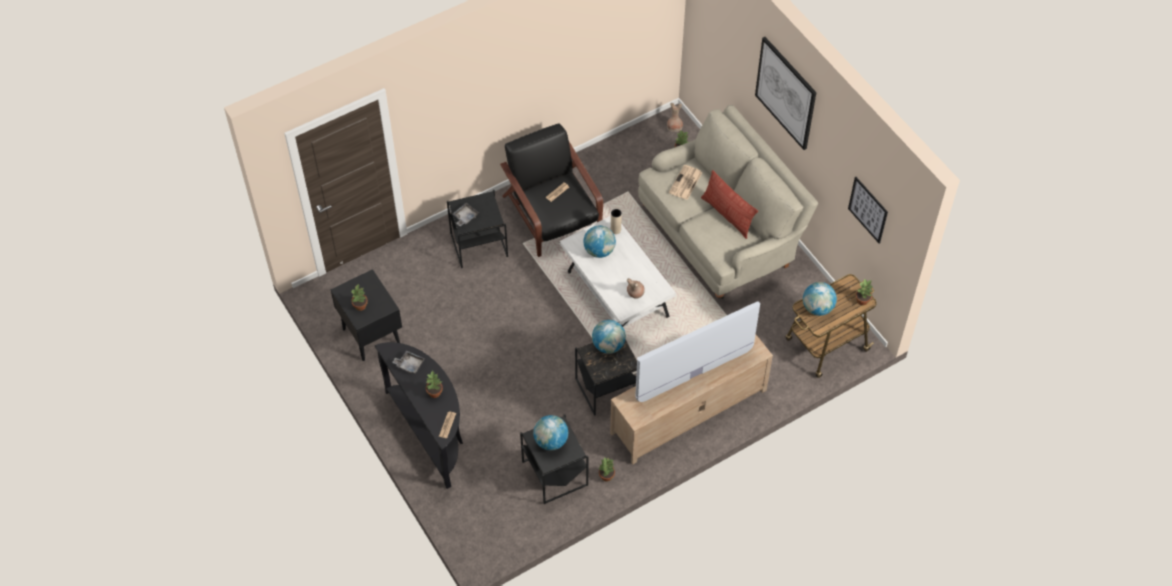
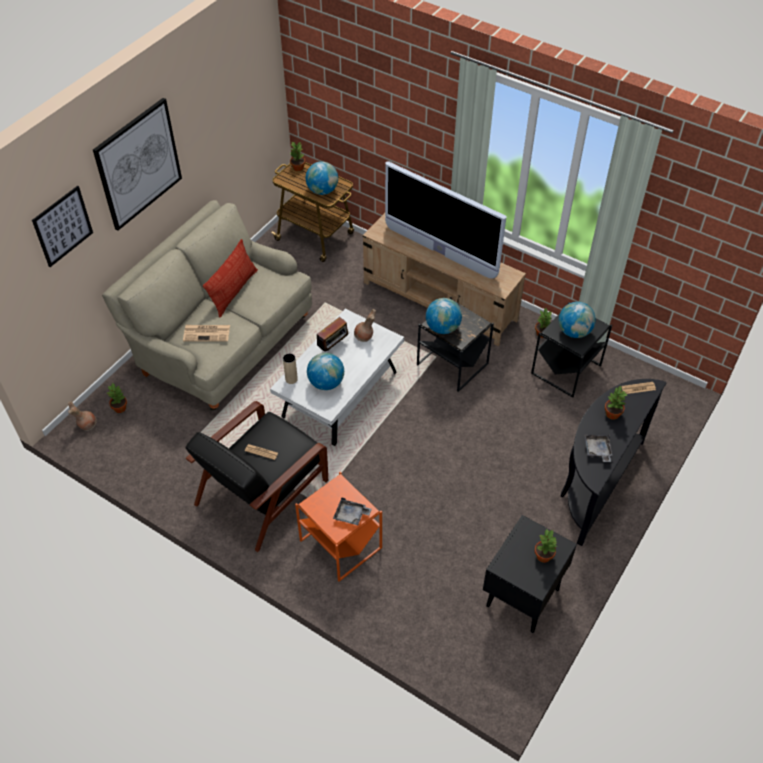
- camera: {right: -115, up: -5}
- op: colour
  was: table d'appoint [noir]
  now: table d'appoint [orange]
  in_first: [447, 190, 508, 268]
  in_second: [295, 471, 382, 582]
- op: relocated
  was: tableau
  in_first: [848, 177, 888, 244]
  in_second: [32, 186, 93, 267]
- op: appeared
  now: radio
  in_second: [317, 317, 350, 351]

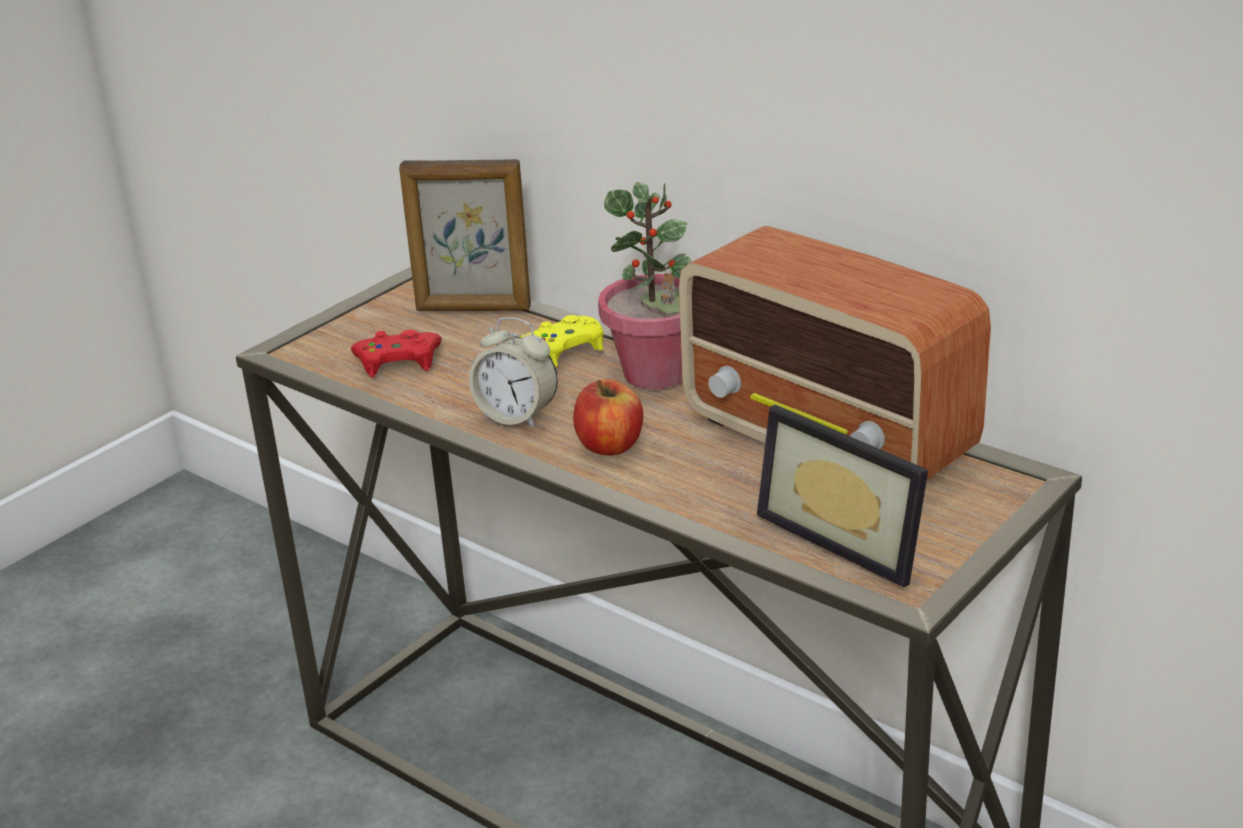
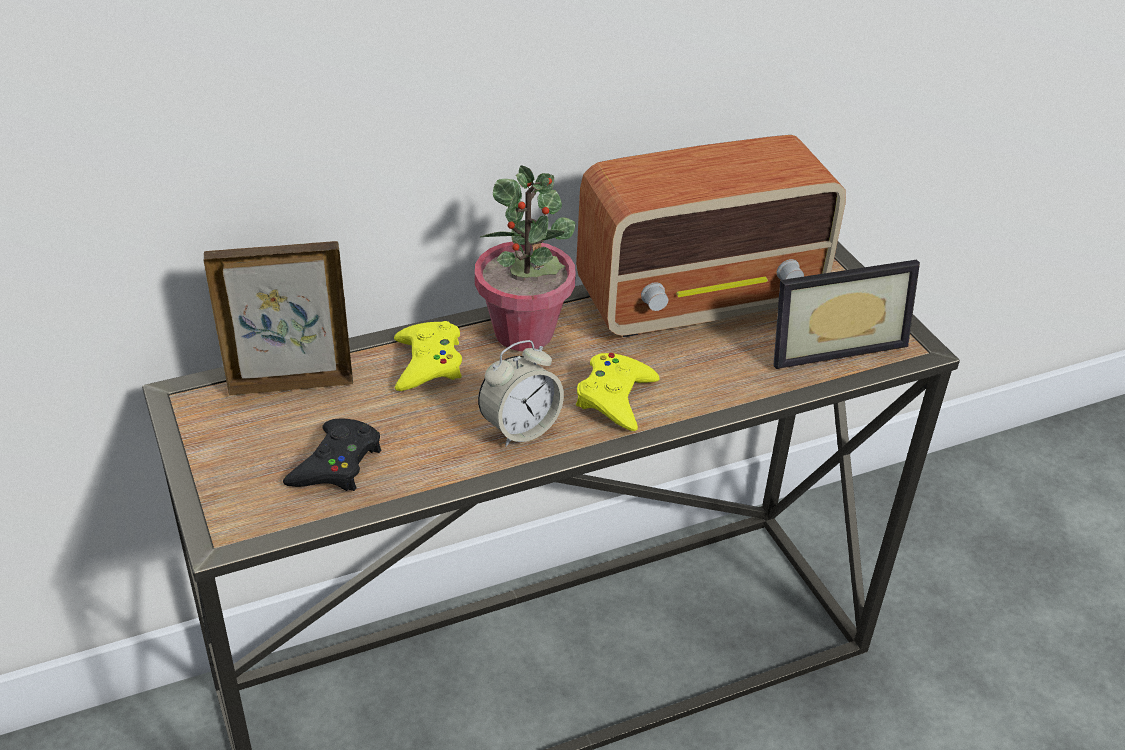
- camera: {right: -65, up: 10}
- op: colour
  was: manette [rouge]
  now: manette [noir]
  in_first: [351, 330, 441, 377]
  in_second: [283, 418, 381, 491]
- op: spun
  was: cadre photo
  in_first: [399, 159, 531, 311]
  in_second: [204, 241, 353, 396]
  clockwise: -135
- op: exchanged
  was: pomme
  now: manette [jaune]
  in_first: [573, 379, 643, 455]
  in_second: [576, 353, 660, 431]

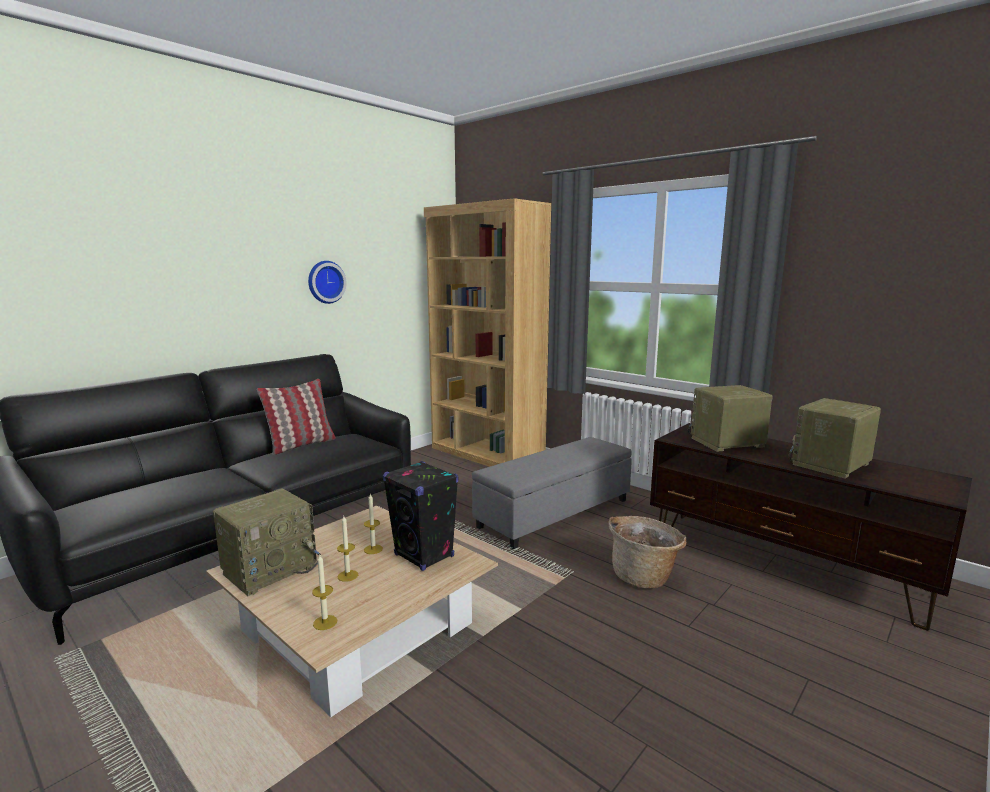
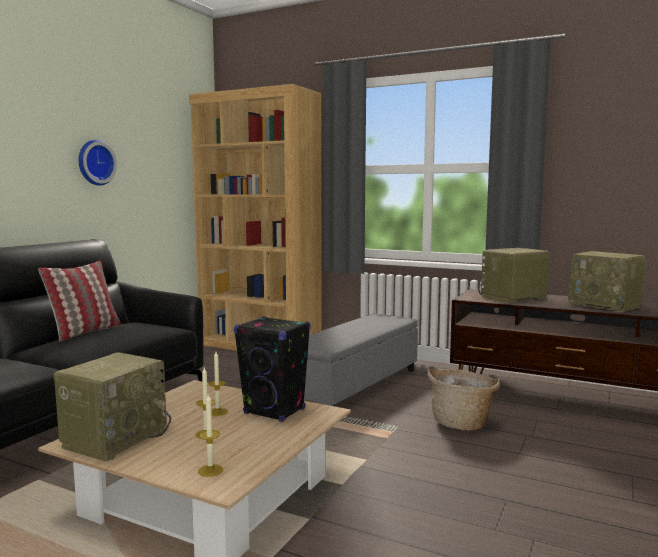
- camera: {right: -15, up: -5}
- op: spun
  was: radio
  in_first: [789, 398, 881, 479]
  in_second: [568, 251, 645, 313]
  clockwise: -75

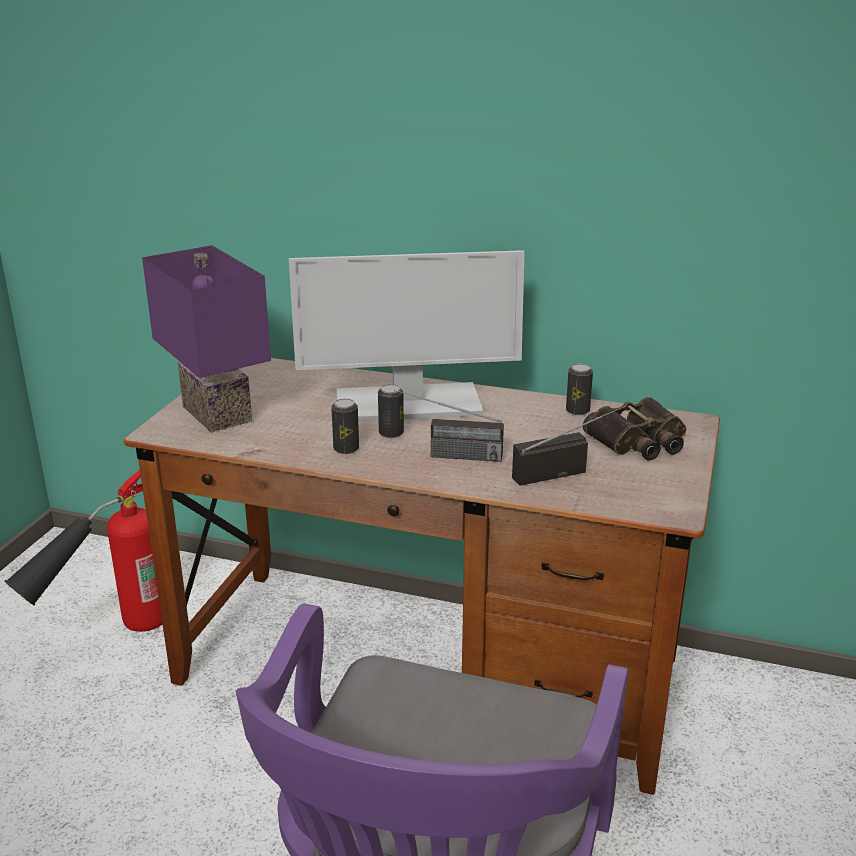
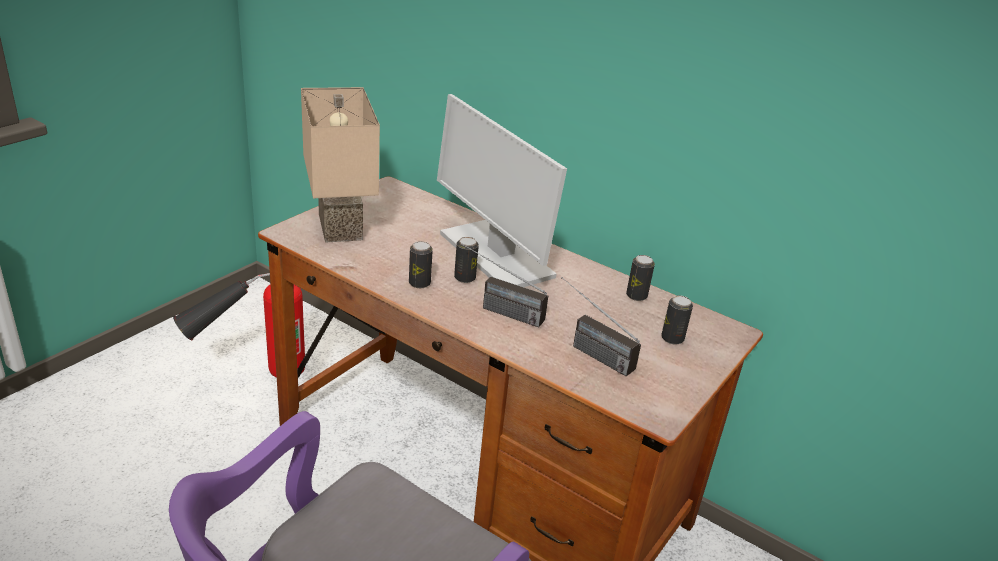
- camera: {right: 15, up: 5}
- op: colour
  was: lampe de table [violet]
  now: lampe de table [beige]
  in_first: [142, 245, 271, 433]
  in_second: [301, 87, 380, 243]
- op: spun
  was: écran d'ordinateur
  in_first: [289, 250, 525, 422]
  in_second: [437, 94, 567, 287]
  clockwise: 45
- op: spun
  was: radio
  in_first: [512, 406, 625, 486]
  in_second: [561, 277, 641, 376]
  clockwise: -135
- op: exchanged
  was: jumelles
  now: boîte métallique
  in_first: [583, 397, 686, 461]
  in_second: [661, 295, 693, 345]

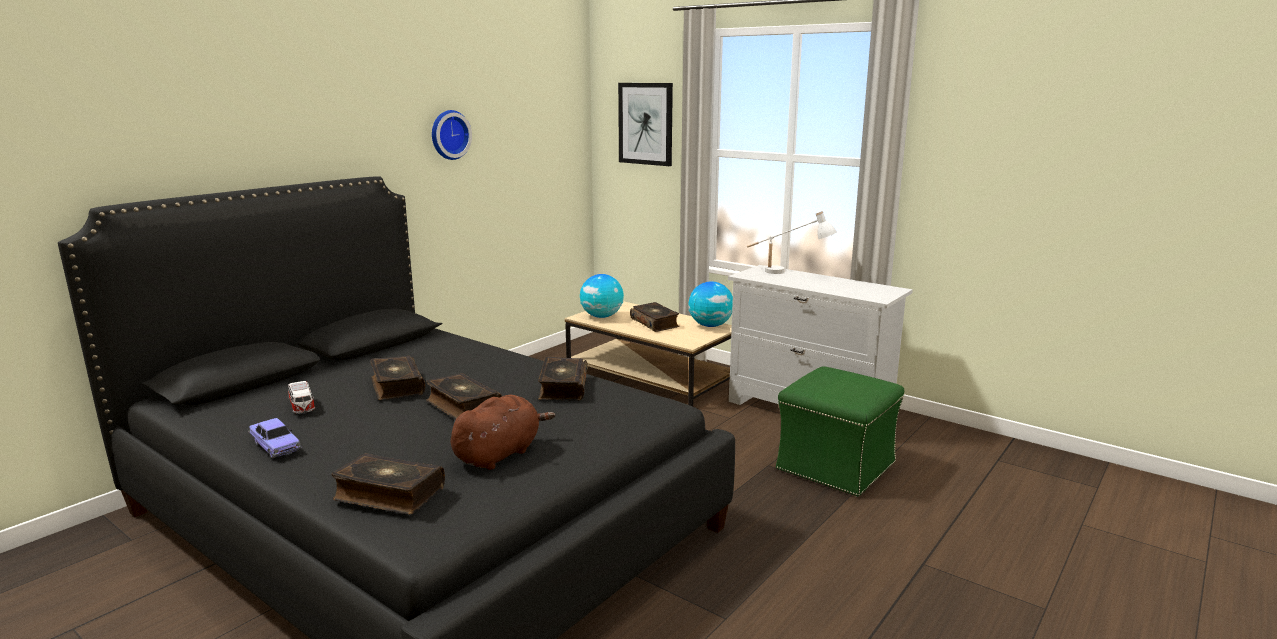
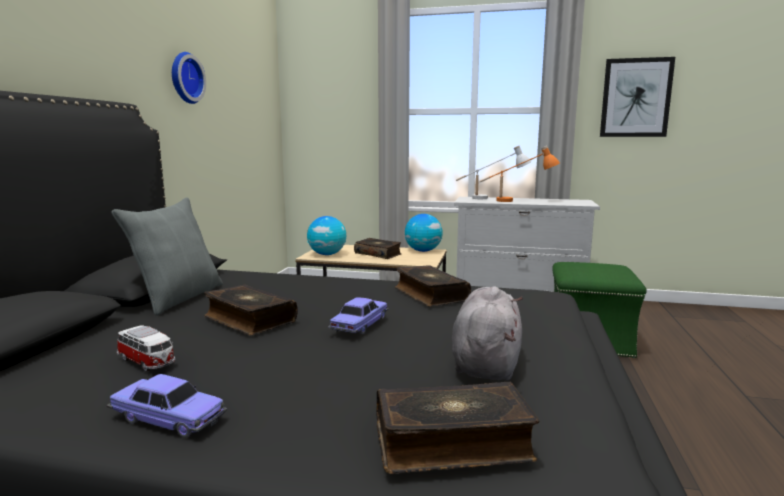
- camera: {right: -25, up: -5}
- op: exchanged
  was: livre
  now: petite voiture
  in_first: [426, 373, 502, 419]
  in_second: [328, 297, 388, 334]
- op: colour
  was: peluche [marron]
  now: peluche [gris]
  in_first: [451, 395, 556, 470]
  in_second: [452, 286, 523, 381]
- op: relocated
  was: tableau
  in_first: [618, 83, 673, 166]
  in_second: [600, 57, 675, 137]
- op: appeared
  now: coussin [gris]
  in_second: [111, 197, 223, 316]
- op: appeared
  now: lampe de table [orange]
  in_second: [479, 146, 560, 202]

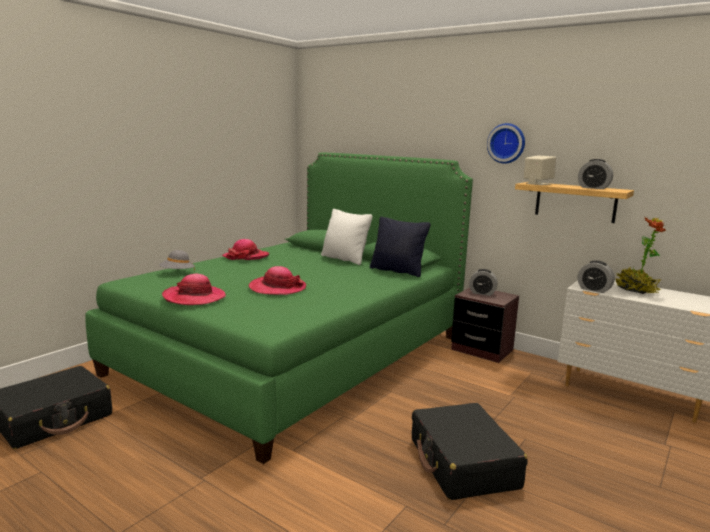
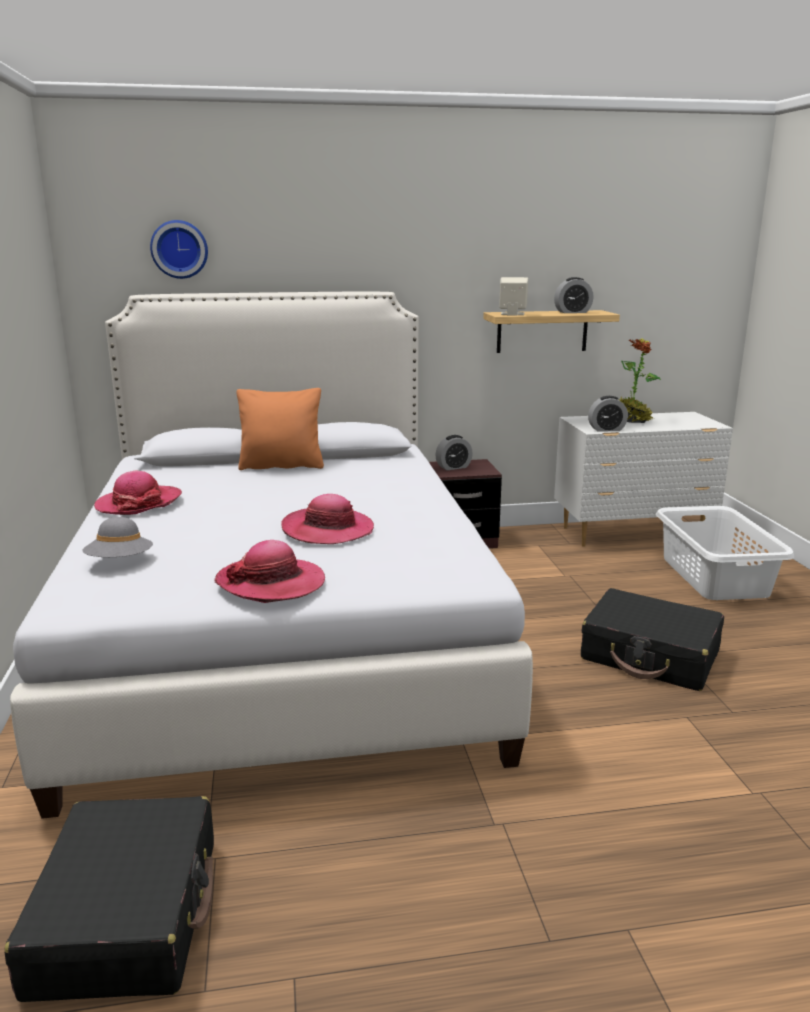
- camera: {right: -45, up: 5}
- op: colour
  was: lit [vert]
  now: lit [blanc]
  in_first: [85, 153, 473, 464]
  in_second: [10, 292, 533, 819]
- op: colour
  was: coussin [blanc]
  now: coussin [orange]
  in_first: [321, 209, 372, 265]
  in_second: [237, 388, 324, 470]
- op: missing
  was: coussin [noir]
  in_first: [370, 217, 431, 277]
- op: relocated
  was: horloge murale
  in_first: [487, 123, 525, 164]
  in_second: [150, 220, 208, 279]
- op: appeared
  now: panier à linge [blanc]
  in_second: [656, 506, 794, 600]

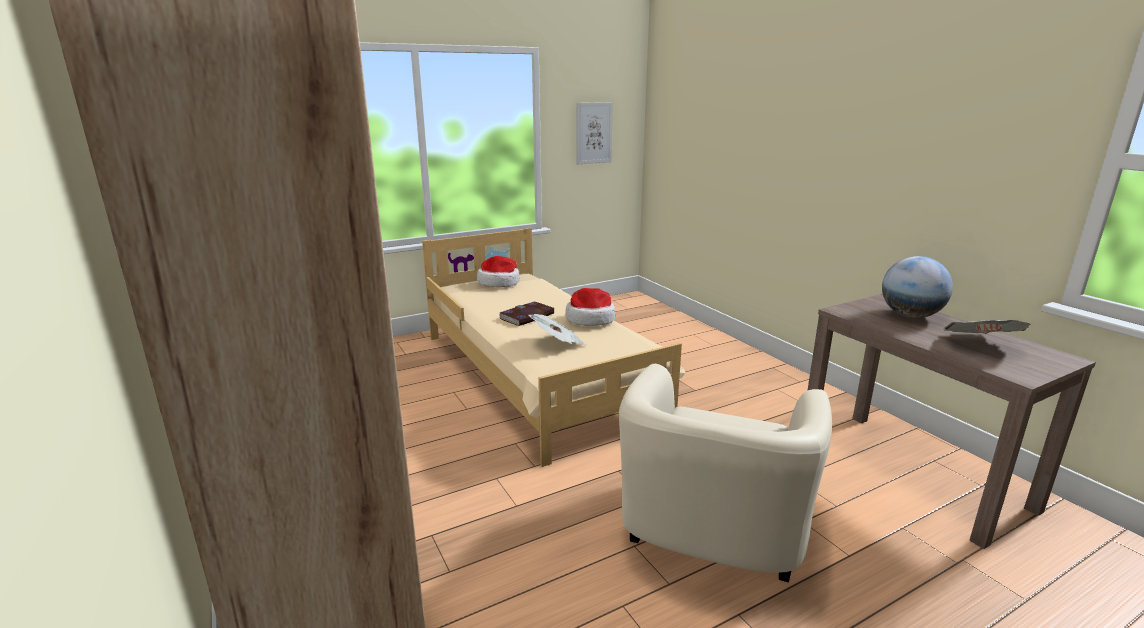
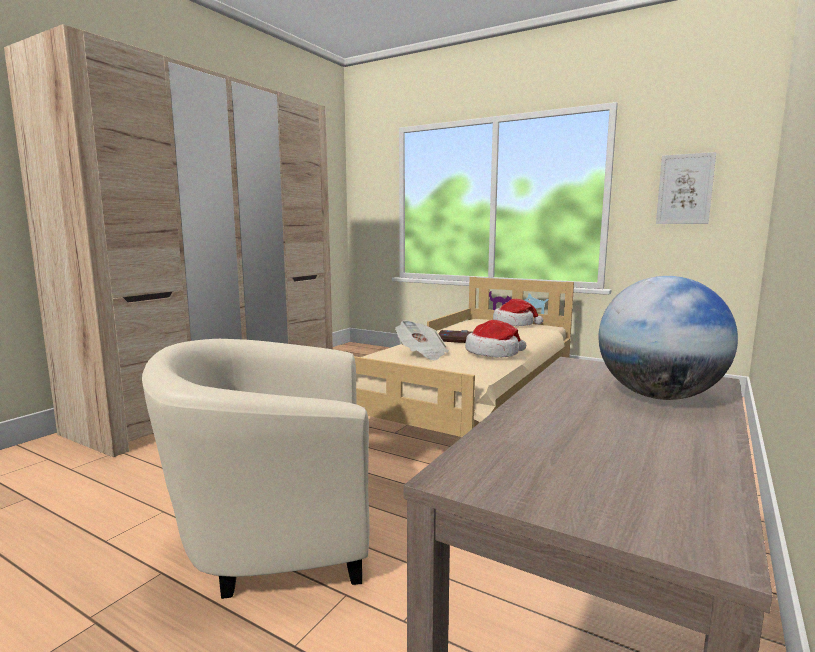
- camera: {right: 60, up: -10}
- op: missing
  was: journal
  in_first: [944, 320, 1031, 334]

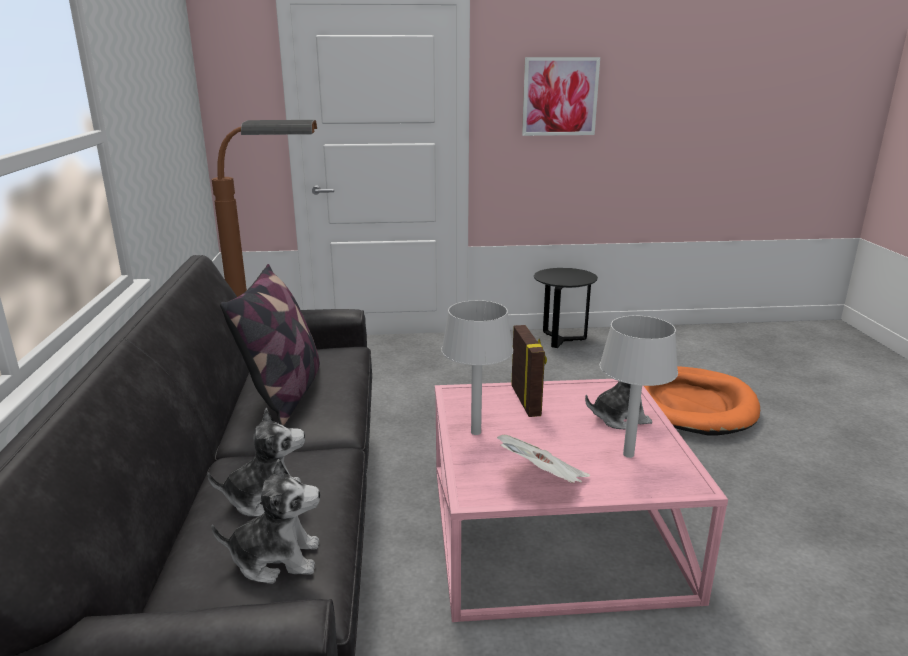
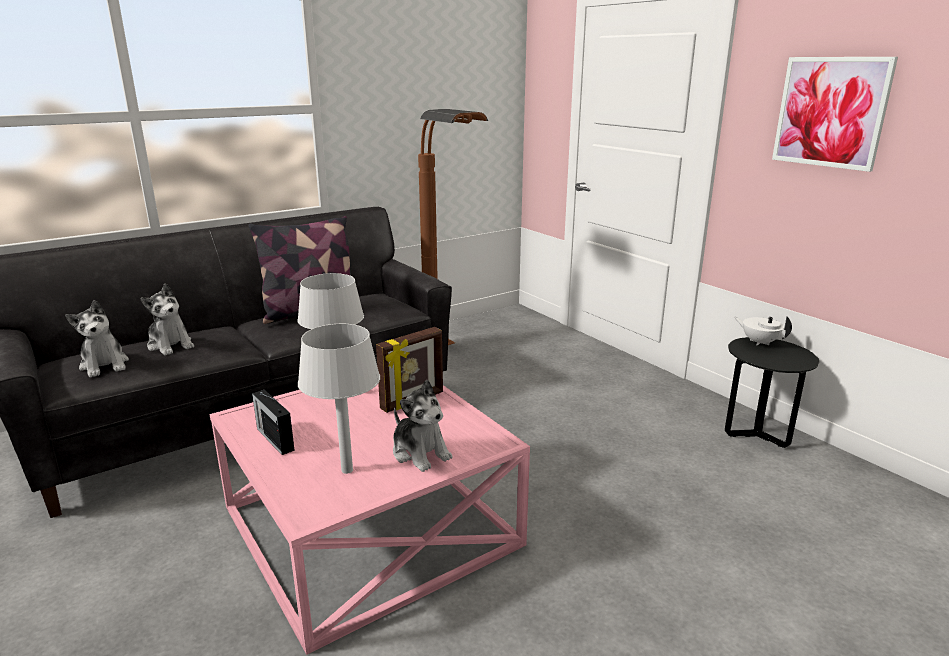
- camera: {right: 60, up: 0}
- op: exchanged
  was: journal
  now: radio
  in_first: [497, 435, 591, 483]
  in_second: [252, 390, 295, 455]
- op: missing
  was: panier pour chien [orange]
  in_first: [644, 366, 760, 436]
- op: appeared
  now: théière [blanc]
  in_second: [734, 317, 792, 345]

